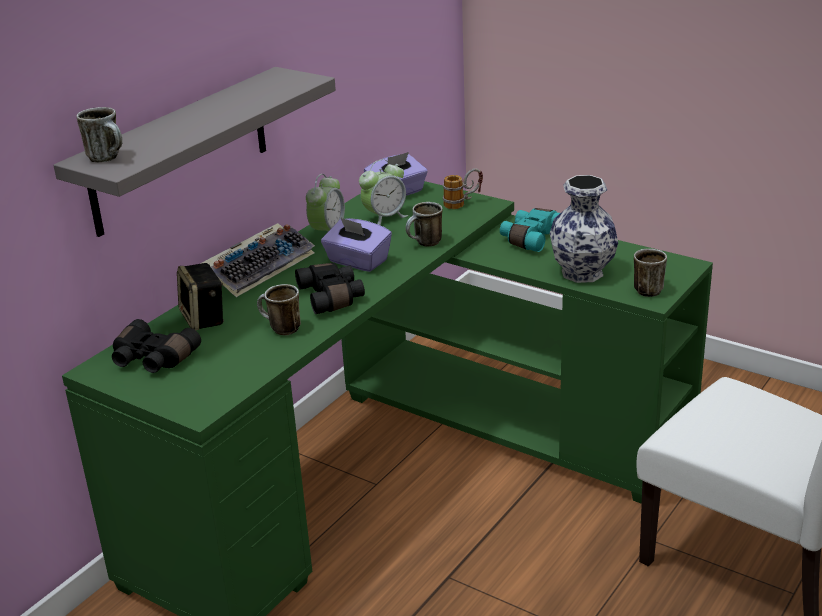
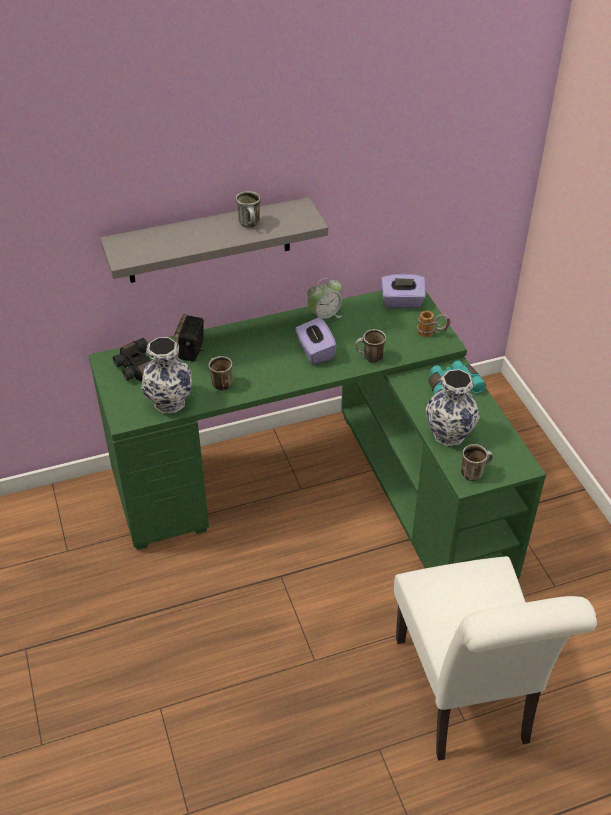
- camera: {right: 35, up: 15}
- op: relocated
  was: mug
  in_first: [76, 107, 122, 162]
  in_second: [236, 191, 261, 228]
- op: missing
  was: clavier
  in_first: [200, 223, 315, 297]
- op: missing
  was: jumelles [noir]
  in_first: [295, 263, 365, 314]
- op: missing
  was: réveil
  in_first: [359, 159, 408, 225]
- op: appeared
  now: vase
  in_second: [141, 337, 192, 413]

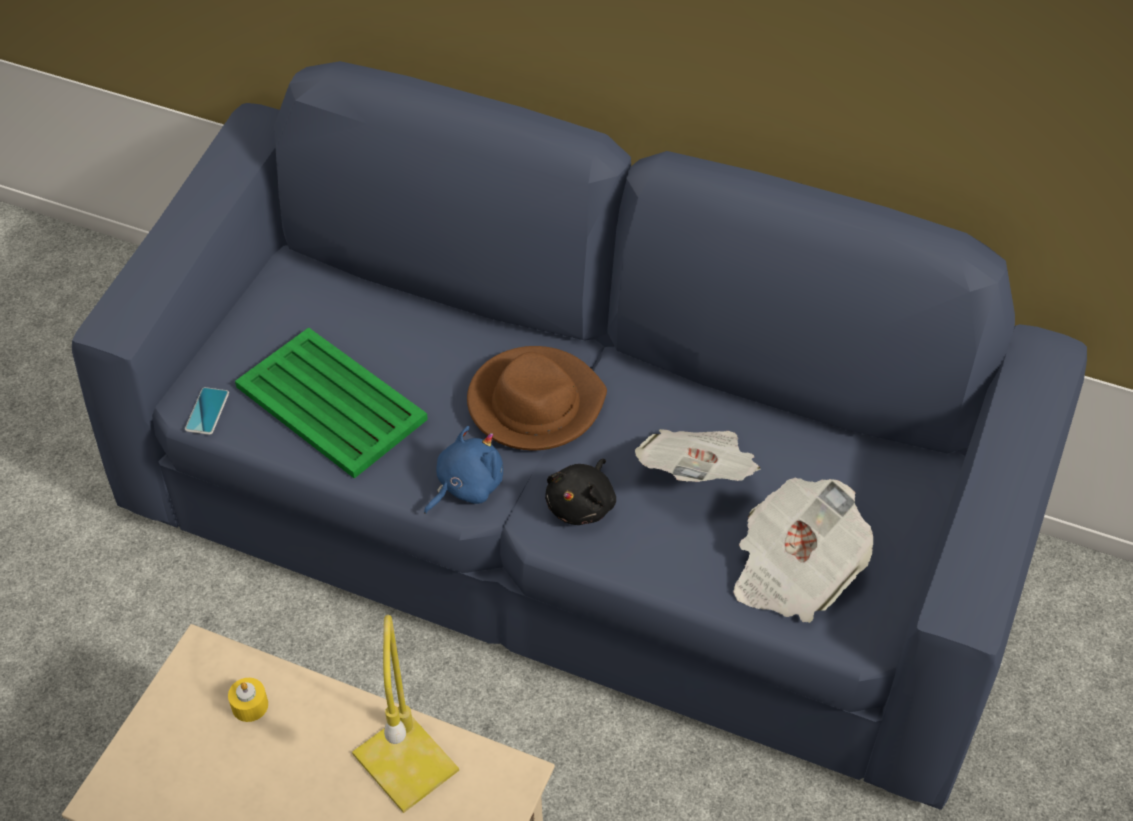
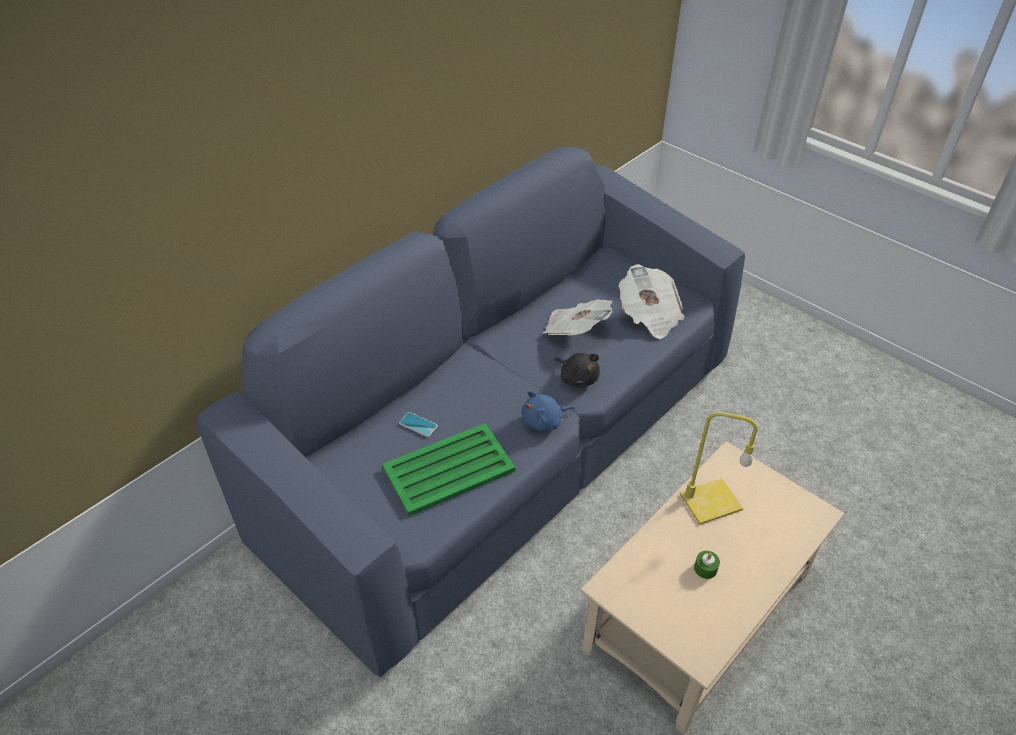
- camera: {right: -70, up: -5}
- op: relocated
  was: téléphone
  in_first: [185, 387, 229, 435]
  in_second: [399, 412, 438, 437]
- op: missing
  was: bougie [jaune]
  in_first: [228, 678, 268, 722]
- op: spun
  was: peluche [bleu]
  in_first: [424, 426, 503, 514]
  in_second: [522, 391, 575, 431]
  clockwise: -90
- op: missing
  was: chapeau [marron]
  in_first: [467, 346, 607, 450]
- op: appeared
  now: bougie [vert]
  in_second: [694, 551, 720, 579]

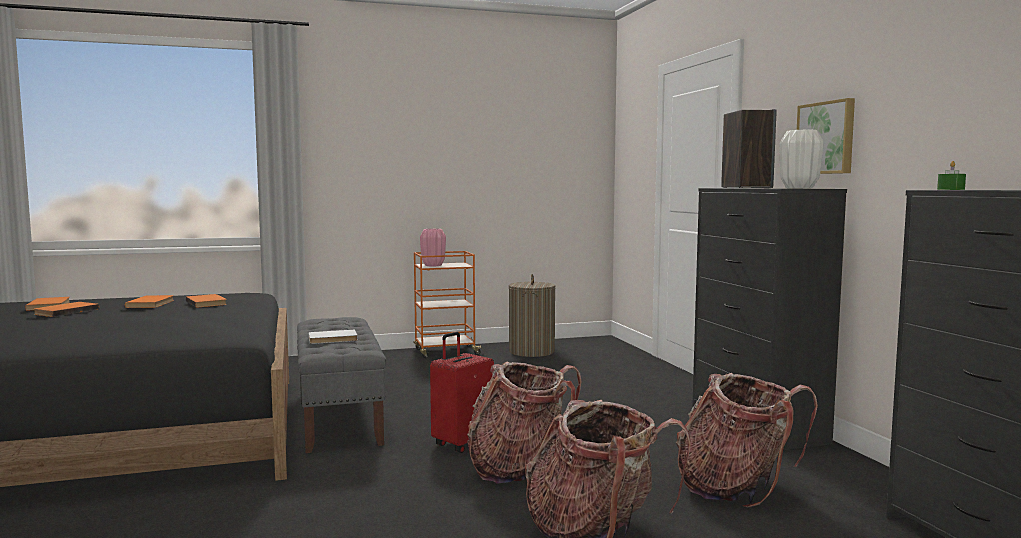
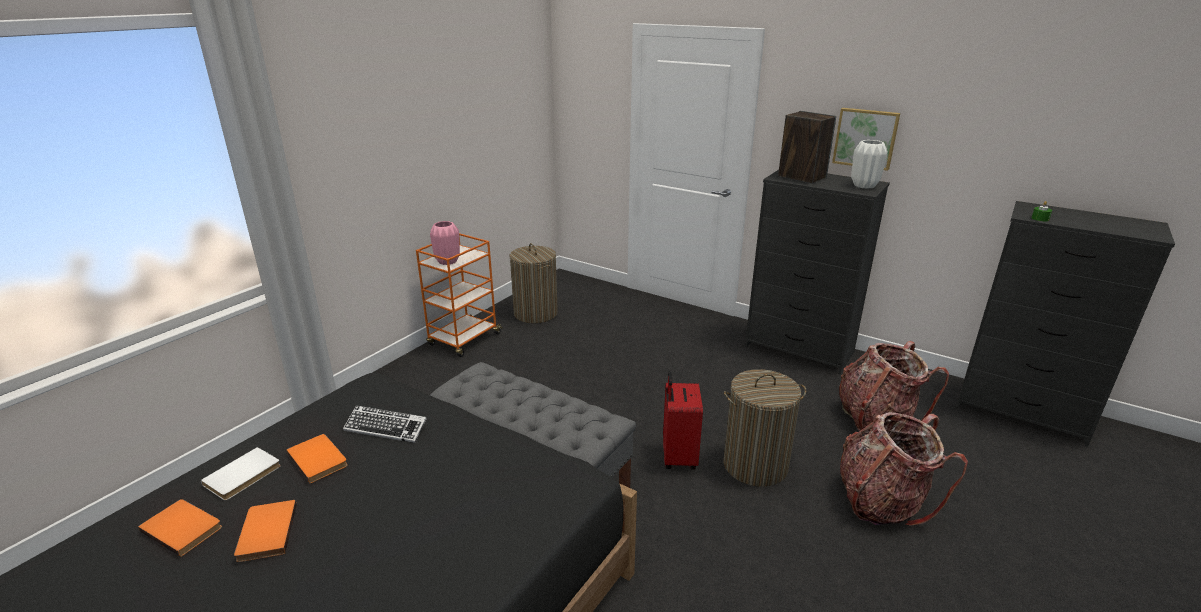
- camera: {right: -40, up: 20}
- op: exchanged
  was: livre [orange]
  now: clavier
  in_first: [186, 294, 227, 308]
  in_second: [343, 405, 427, 443]
- op: relocated
  was: livre [blanc]
  in_first: [309, 330, 358, 344]
  in_second: [201, 447, 281, 500]
- op: exchanged
  was: sac à dos
  now: panier à linge
  in_first: [467, 361, 581, 484]
  in_second: [723, 369, 806, 487]

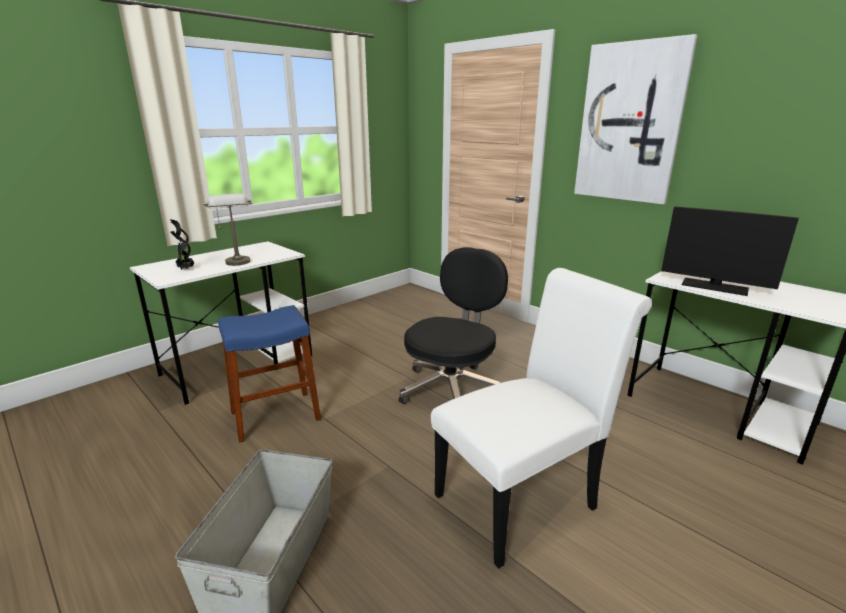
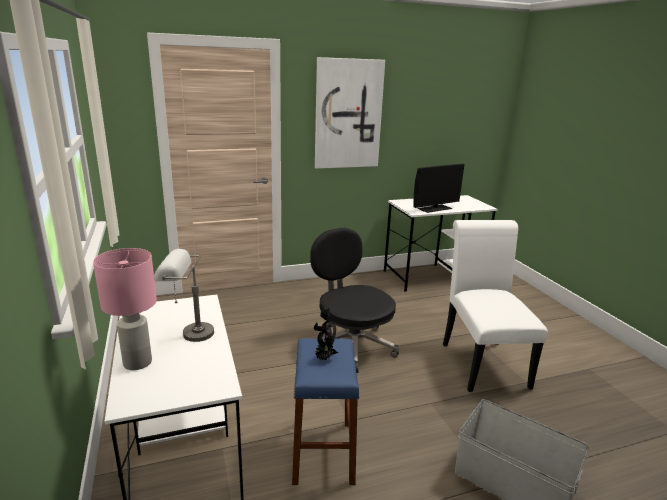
- camera: {right: -65, up: 0}
- op: relocated
  was: plante en pot
  in_first: [171, 220, 194, 270]
  in_second: [313, 308, 338, 360]
- op: appeared
  now: lampe de table [rose]
  in_second: [93, 248, 157, 370]

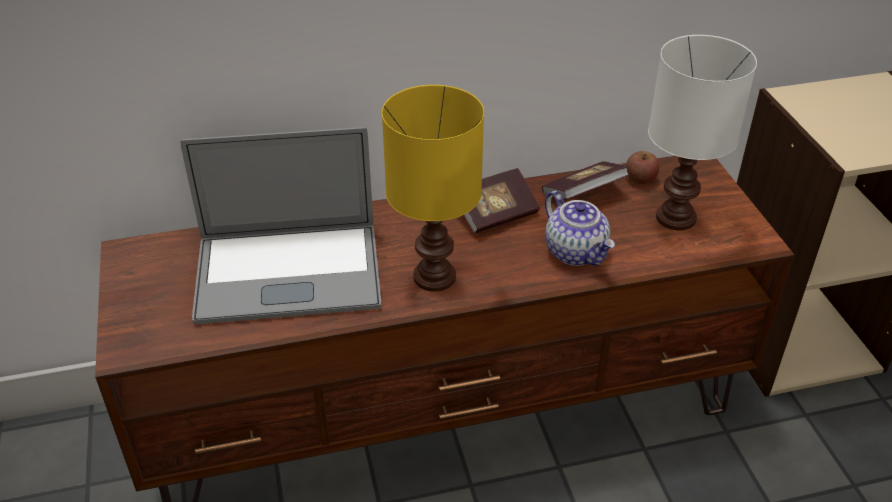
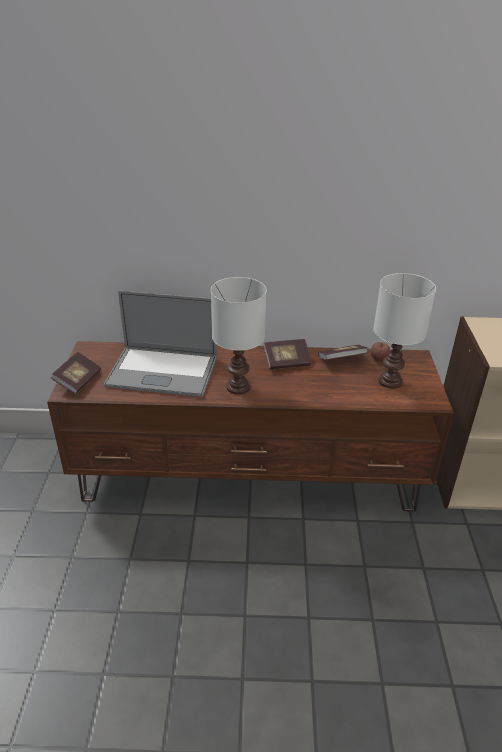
- camera: {right: 15, up: -5}
- op: colour
  was: lampe de table [jaune]
  now: lampe de table [blanc]
  in_first: [382, 85, 484, 292]
  in_second: [211, 277, 267, 395]
- op: missing
  was: théière
  in_first: [545, 191, 615, 266]
- op: appeared
  now: livre
  in_second: [51, 352, 101, 394]

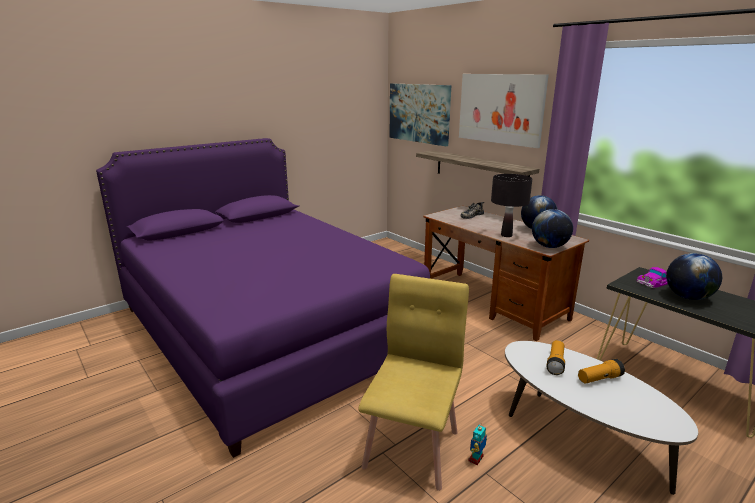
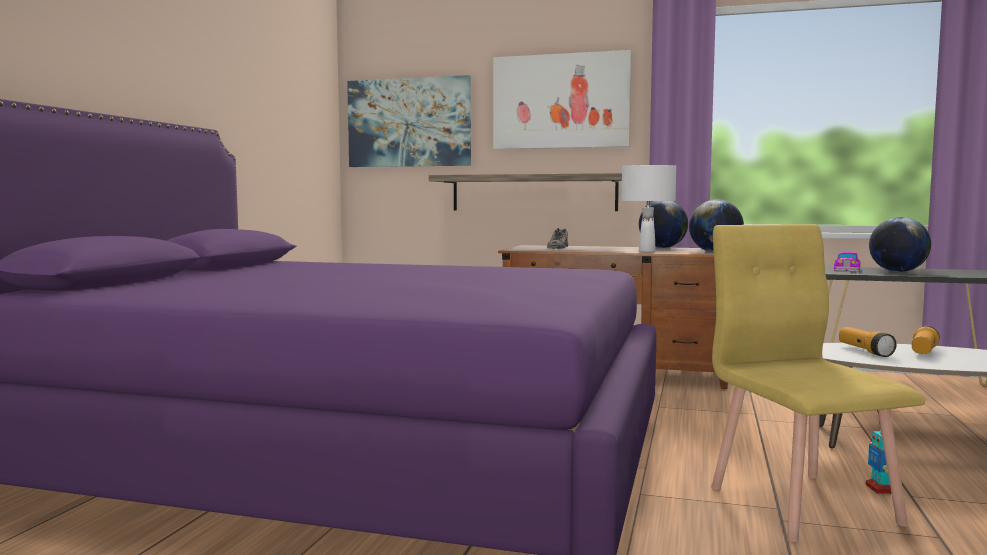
- camera: {right: -35, up: -15}
- op: colour
  was: lampe de table [noir]
  now: lampe de table [blanc]
  in_first: [491, 174, 532, 237]
  in_second: [622, 165, 676, 252]

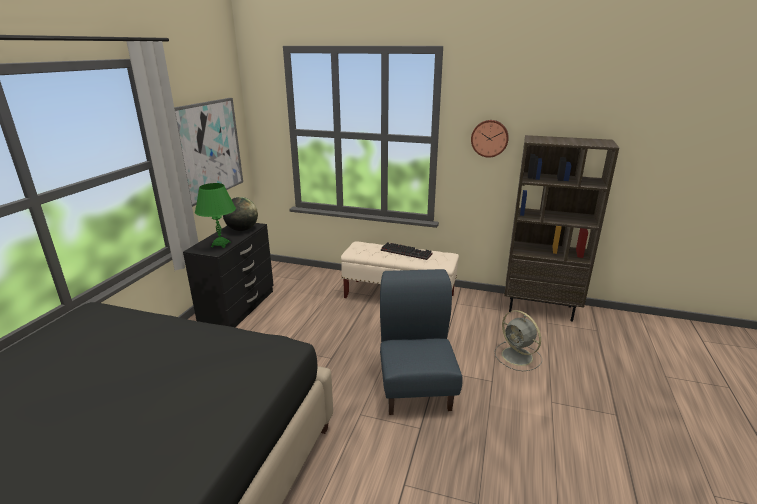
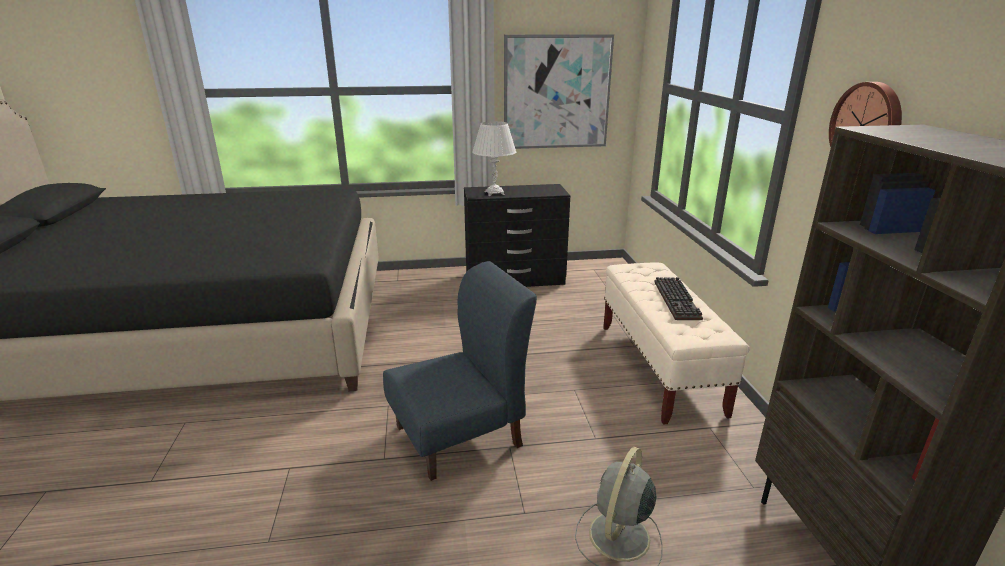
- camera: {right: 65, up: 0}
- op: colour
  was: lampe de table [vert]
  now: lampe de table [blanc]
  in_first: [195, 183, 236, 248]
  in_second: [472, 121, 516, 196]
- op: missing
  was: globe
  in_first: [223, 197, 258, 231]

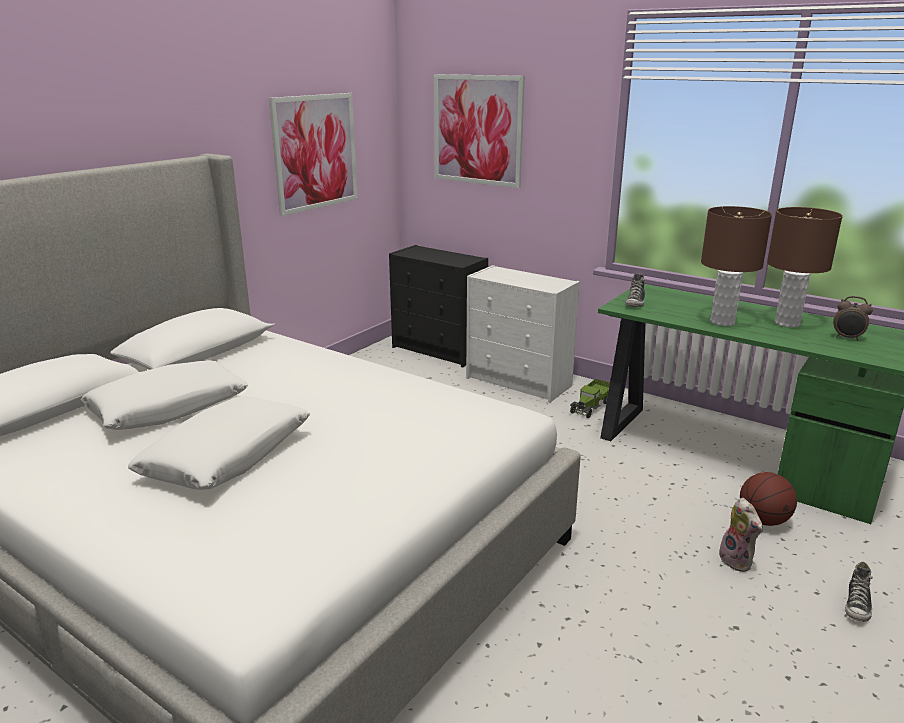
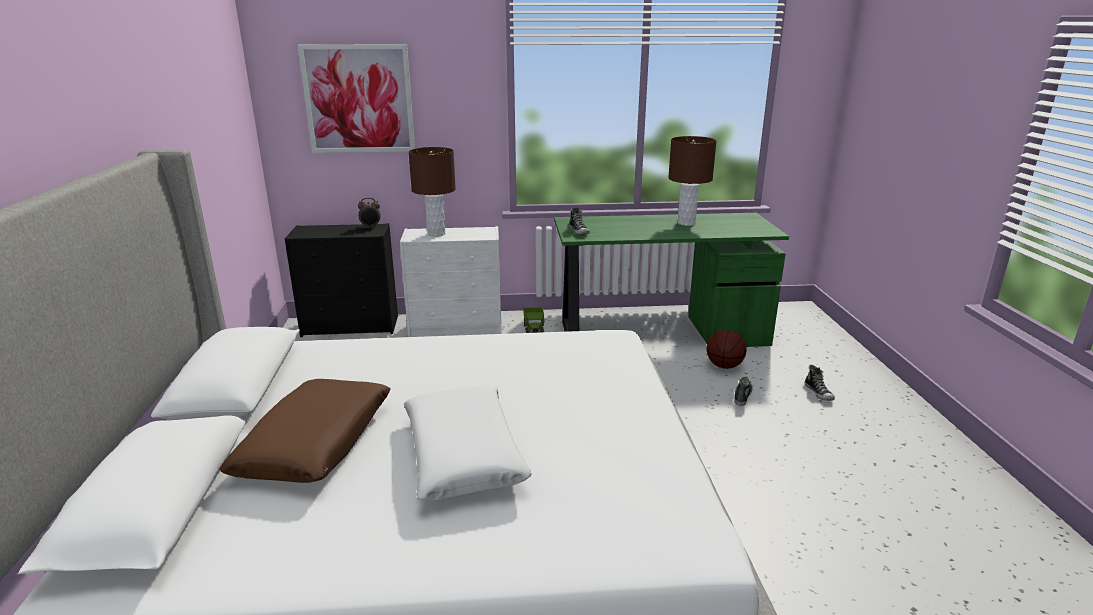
- camera: {right: -40, up: 0}
- op: colour
  was: coussin [blanc]
  now: coussin [marron]
  in_first: [81, 360, 248, 430]
  in_second: [220, 379, 391, 483]
- op: missing
  was: tableau
  in_first: [269, 93, 358, 216]
- op: relocated
  was: lampe de table [marron]
  in_first: [701, 206, 772, 326]
  in_second: [408, 147, 456, 237]
- op: exchanged
  was: peluche
  now: chaussure
  in_first: [719, 498, 763, 572]
  in_second: [734, 377, 753, 406]
- op: relocated
  was: réveil
  in_first: [833, 296, 873, 341]
  in_second: [358, 198, 381, 228]

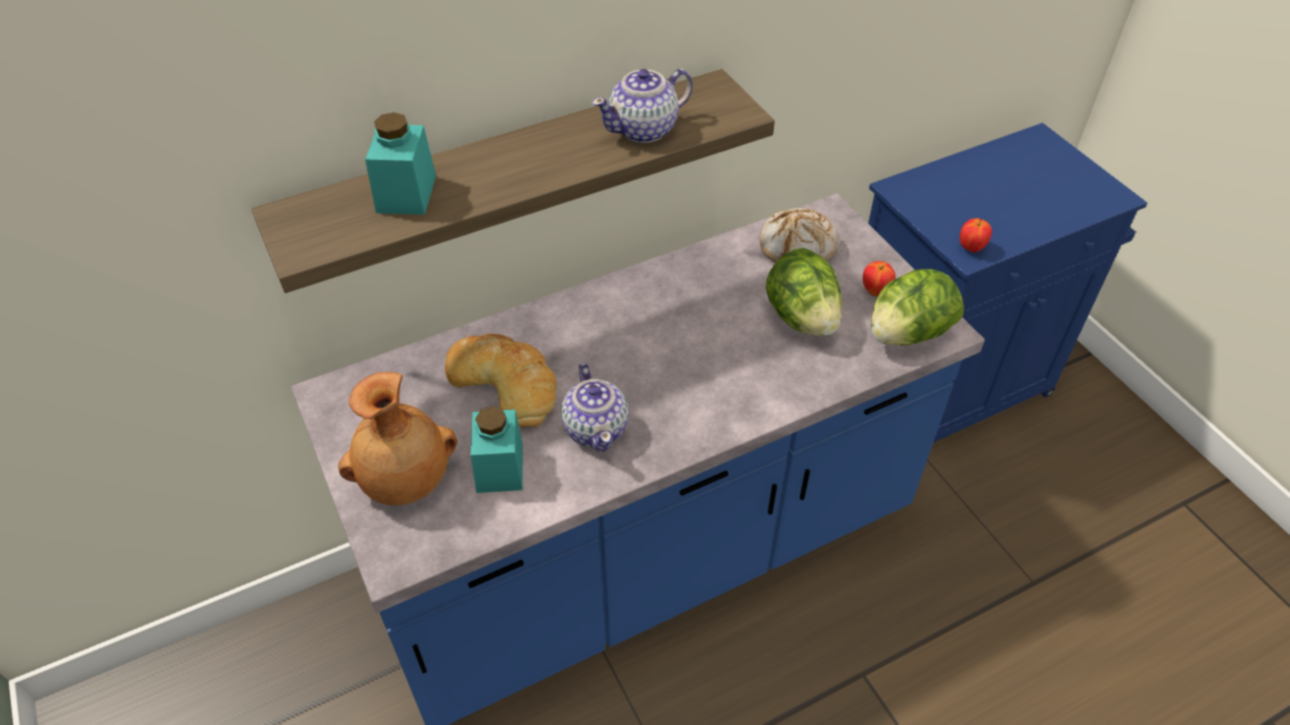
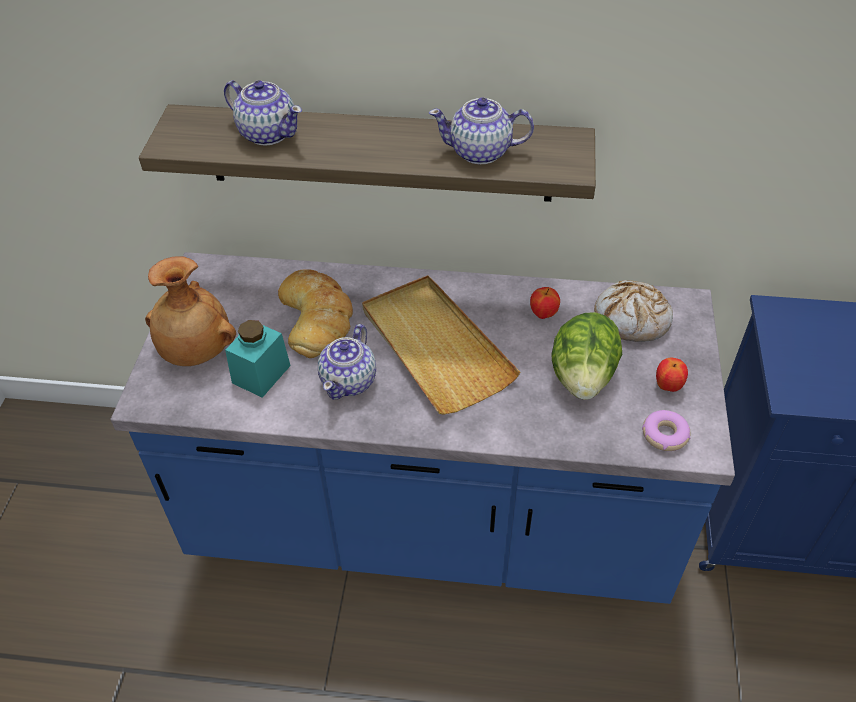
- camera: {right: 35, up: 0}
- op: exchanged
  was: bocal [turquoise]
  now: théière
  in_first: [365, 112, 436, 215]
  in_second: [224, 80, 302, 146]
- op: exchanged
  was: laitue
  now: beignet
  in_first: [871, 269, 964, 346]
  in_second: [642, 410, 690, 451]
- op: relocated
  was: pomme
  in_first: [960, 218, 992, 252]
  in_second: [530, 287, 560, 319]
- op: appeared
  now: plateau [beige]
  in_second: [362, 275, 520, 415]

